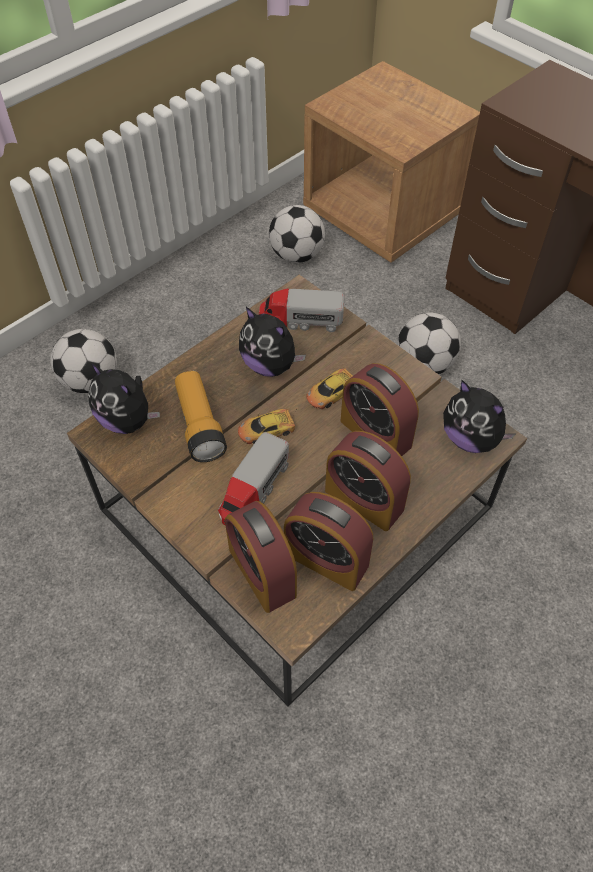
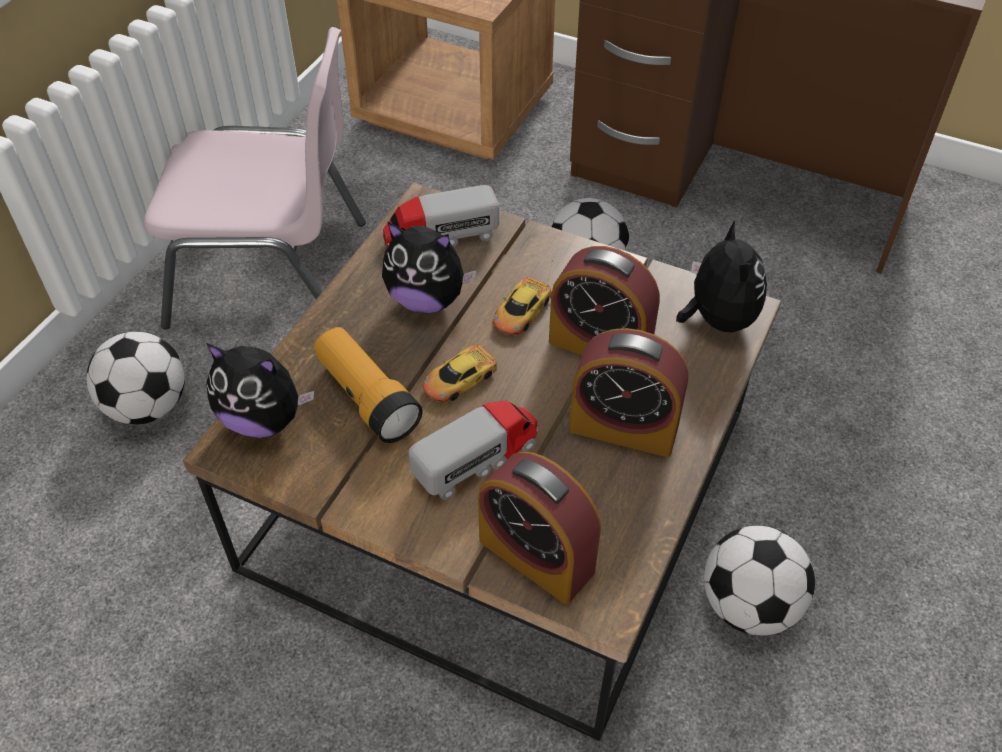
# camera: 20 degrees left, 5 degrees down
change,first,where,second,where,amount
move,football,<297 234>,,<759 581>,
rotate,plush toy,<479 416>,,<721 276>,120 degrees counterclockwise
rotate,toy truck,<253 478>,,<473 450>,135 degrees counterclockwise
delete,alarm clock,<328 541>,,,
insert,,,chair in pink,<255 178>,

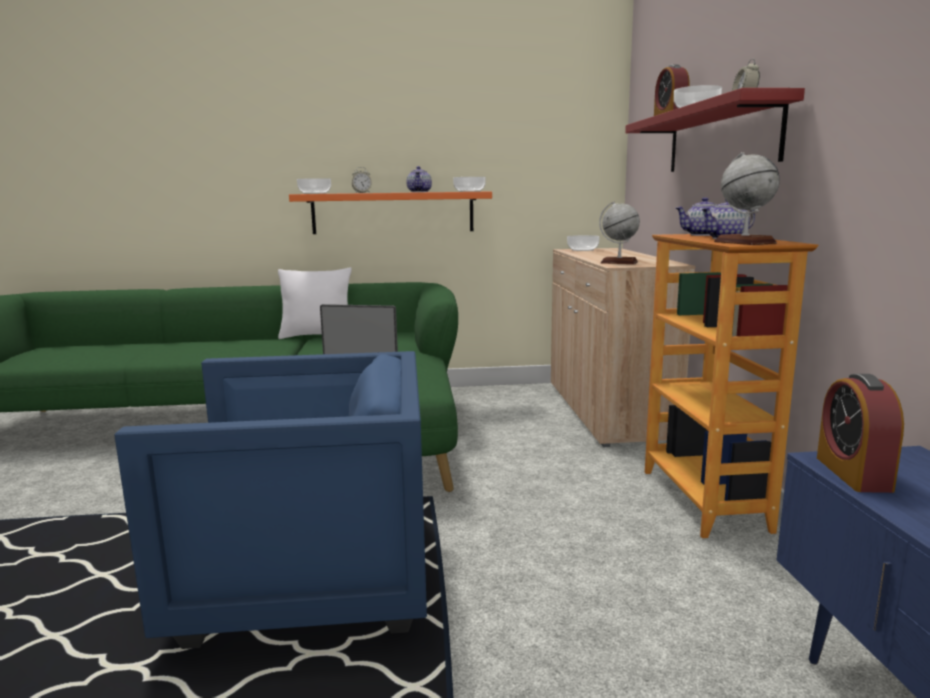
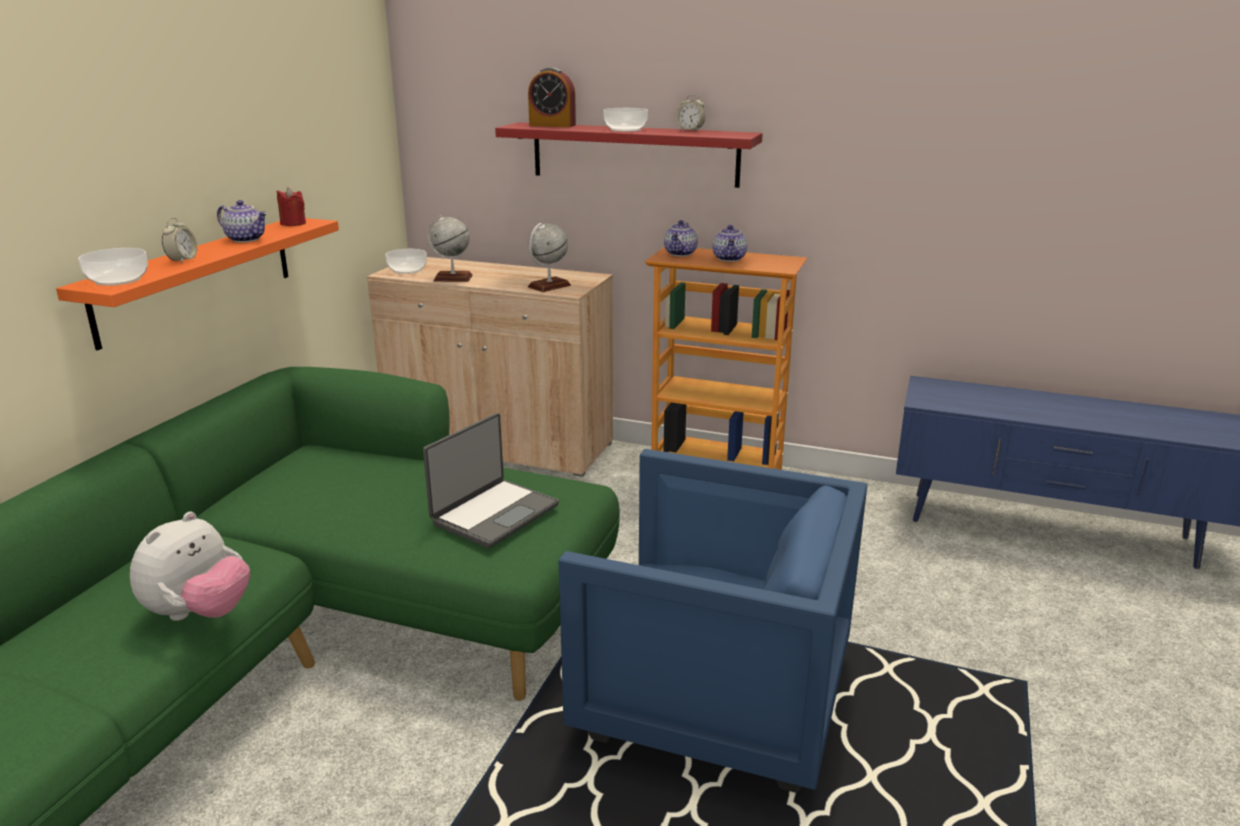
# camera: 65 degrees left, 10 degrees up
change,first,where,second,where,amount
move,globe,<747 198>,,<450 248>,
replace,bowl,<469 184>,candle in red,<291 206>,
delete,pillow in white,<315 303>,,,
rotate,armchair in blue,<270 500>,,<713 621>,90 degrees clockwise
delete,alarm clock,<860 433>,,,
insert,,,plush toy,<190 566>,

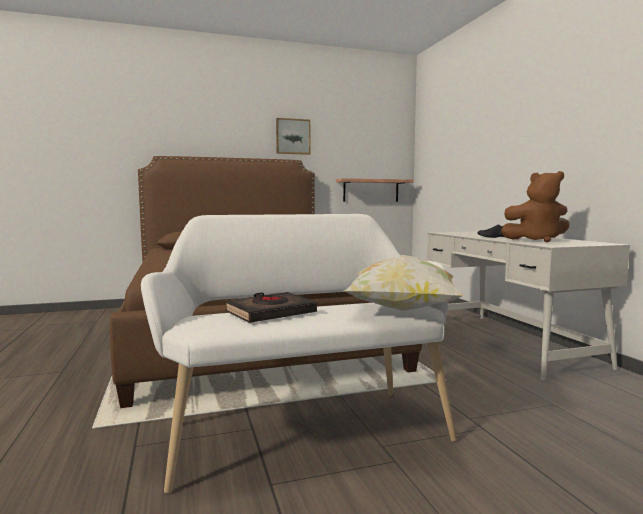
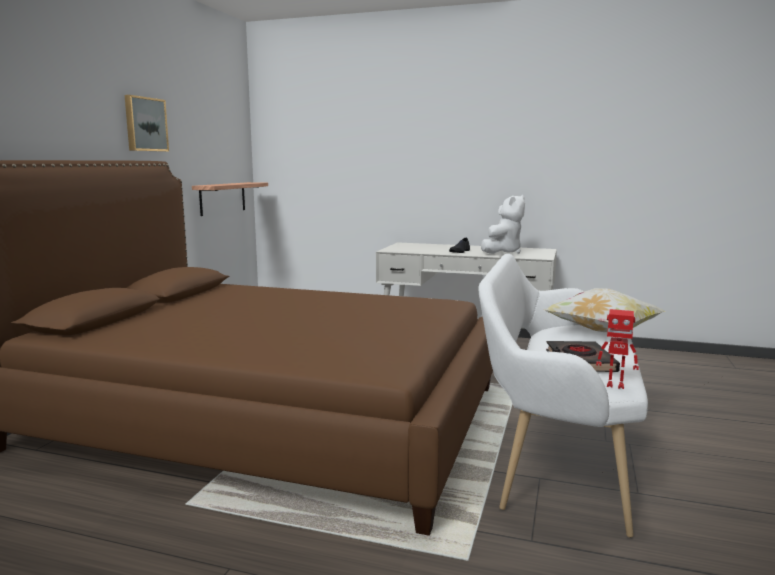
# camera: 55 degrees left, 5 degrees up
change,first,where,second,where,amount
recolor,plush toy in brown,<535 206>,plush toy in white,<503 224>,
insert,,,toy robot,<617 349>,

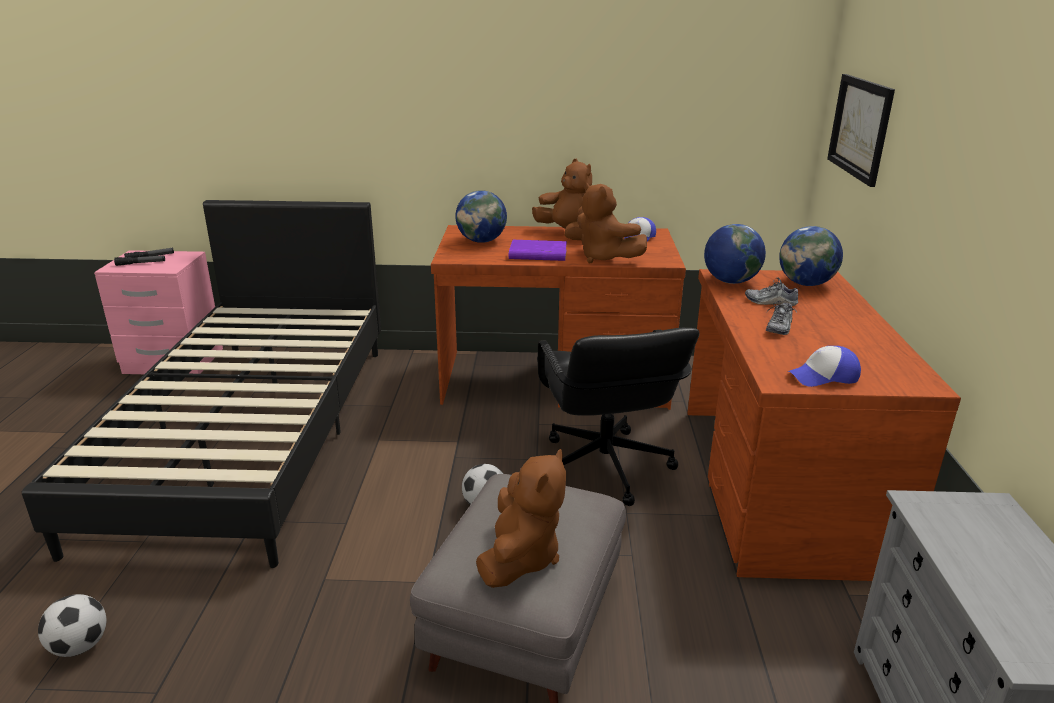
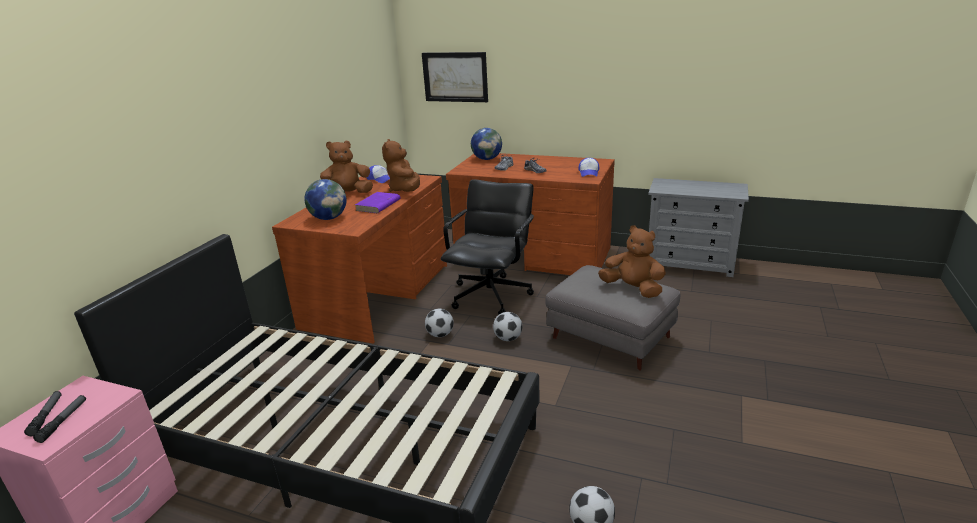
# camera: 70 degrees left, 0 degrees up
change,first,where,second,where,amount
rotate,plush toy in brown,<612 223>,,<401 165>,105 degrees clockwise
delete,globe,<735 254>,,,
rotate,office chair in black,<618 417>,,<487 247>,75 degrees counterclockwise
insert,,,football,<439 323>,

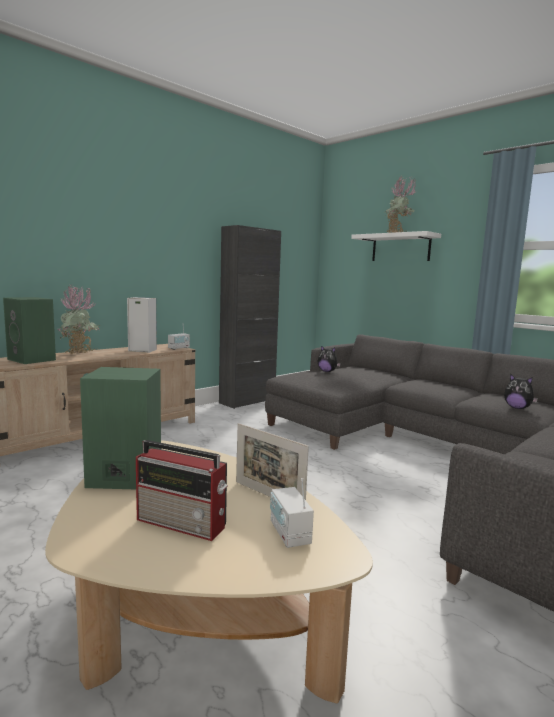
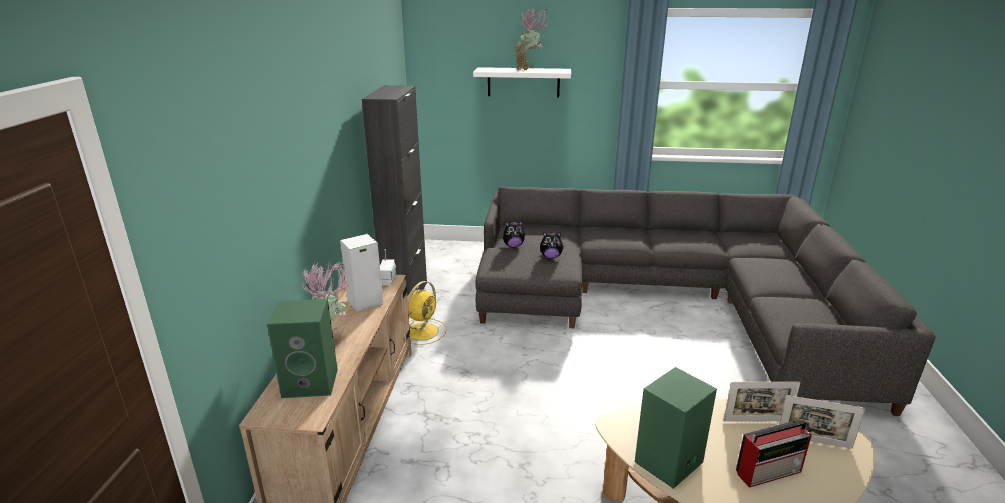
# camera: 40 degrees left, 15 degrees up
change,first,where,second,where,amount
move,plush toy,<521 391>,,<552 245>,
replace,radio,<292 513>,picture frame,<822 422>,
insert,,,fan in yellow,<427 313>,

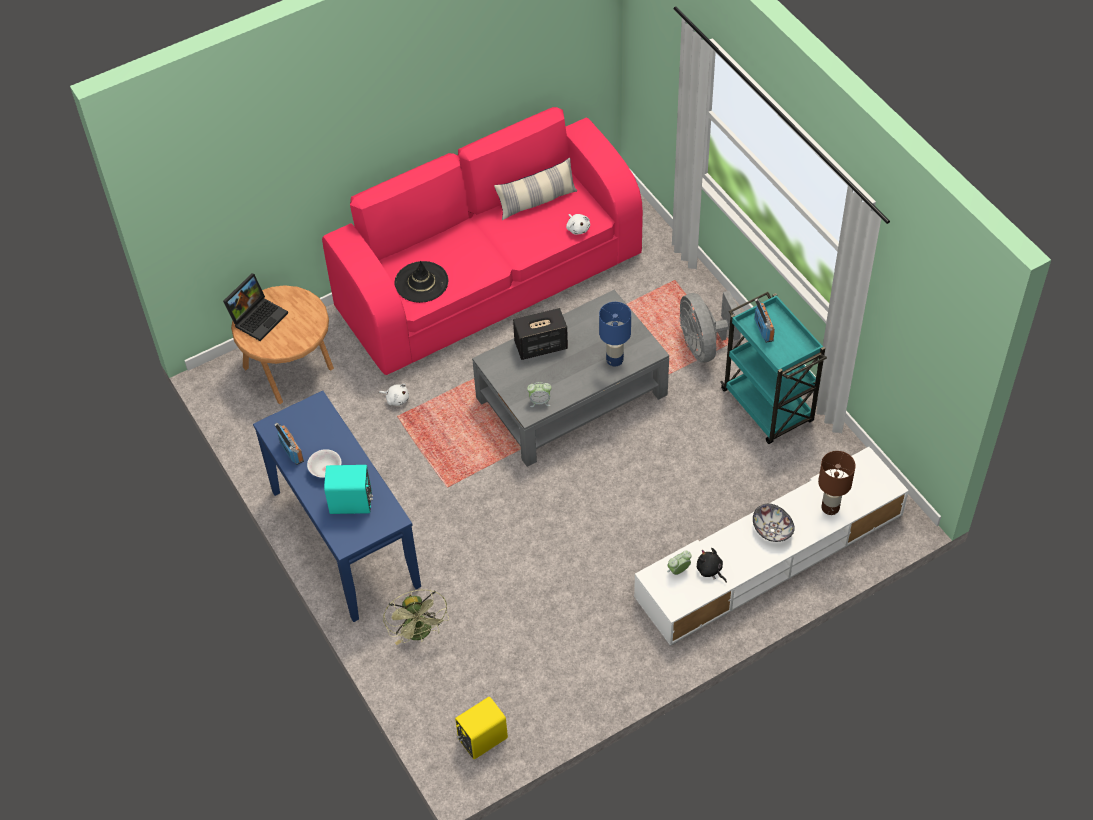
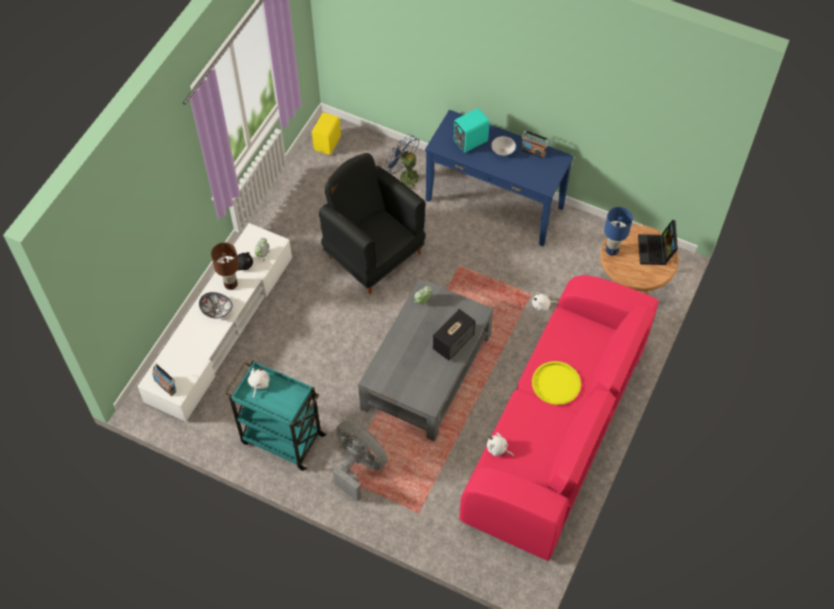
# camera: 145 degrees right, 5 degrees up
change,first,where,second,where,amount
delete,pillow,<535 189>,,,
delete,hat in black,<421 282>,,,
move,radio,<764 321>,,<164 380>,
move,table lamp in blue,<615 334>,,<618 231>,
move,table lamp in brown,<837 483>,,<225 266>,
recolor,fan in green,<416 617>,fan in blue,<402 162>,
insert,,,armchair in black,<372 223>,
insert,,,tray in yellow,<556 383>,
insert,,,plush toy in white,<259 382>,

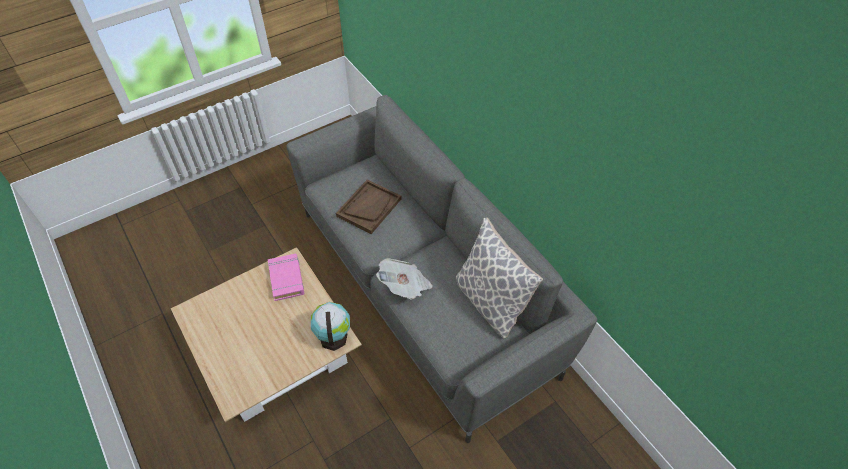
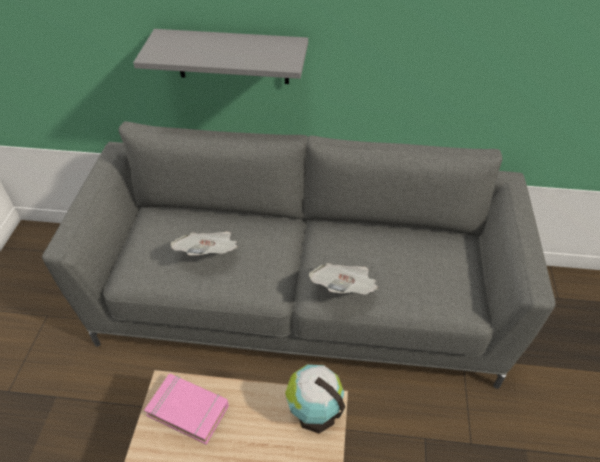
# camera: 50 degrees left, 5 degrees down
change,first,where,second,where,amount
replace,tray in brown,<369 207>,newspaper,<204 243>,
delete,pillow,<499 277>,,,
insert,,,shelf in grey,<220 56>,

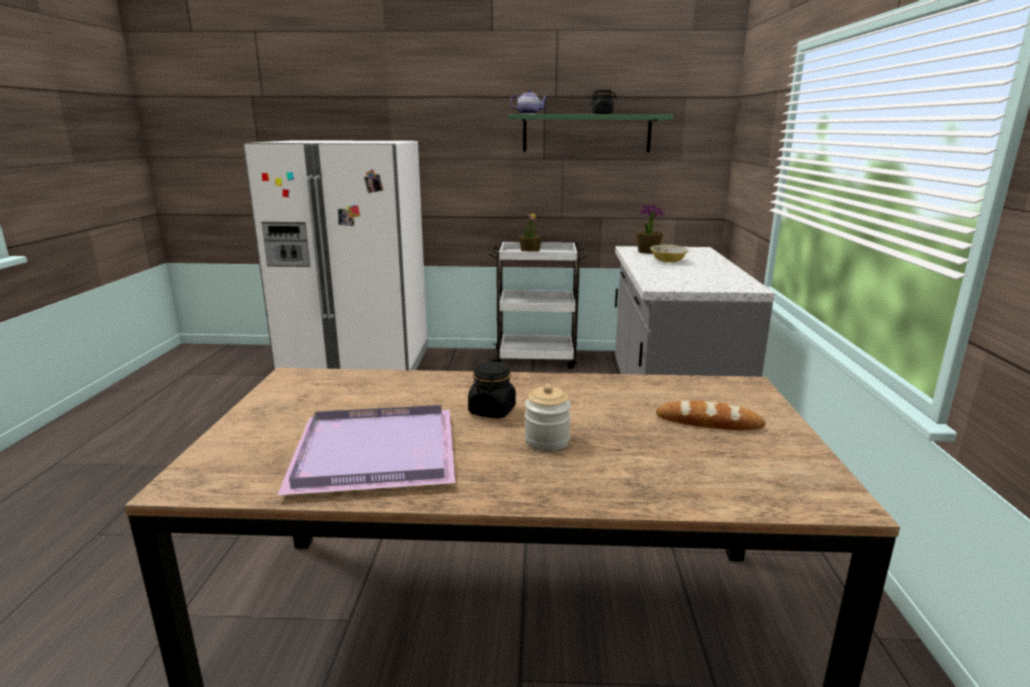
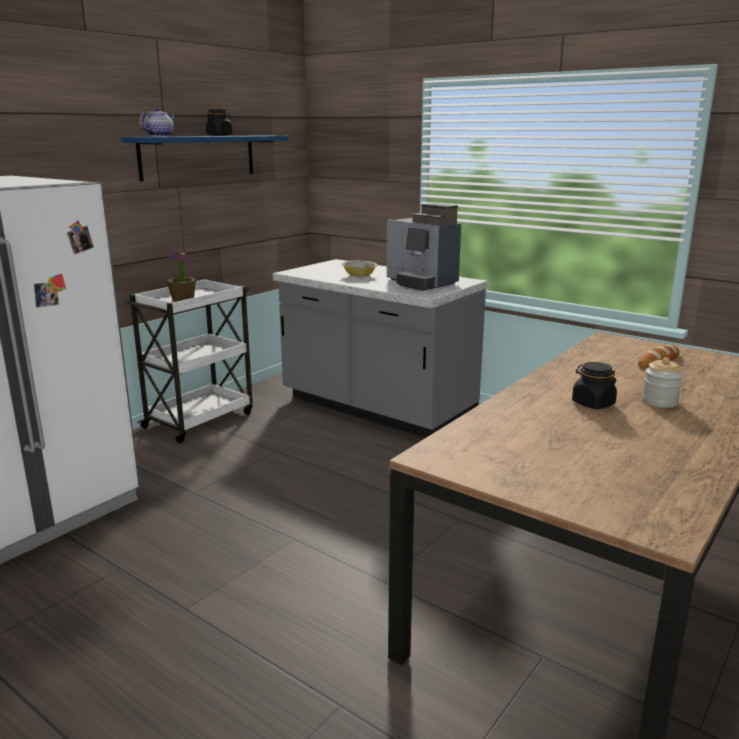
# camera: 55 degrees left, 0 degrees up
change,first,where,second,where,amount
recolor,shelf in green,<590 133>,shelf in blue,<205 159>,
delete,potted plant,<650 229>,,,
delete,tray in purple,<366 450>,,,
insert,,,coffee machine,<424 247>,

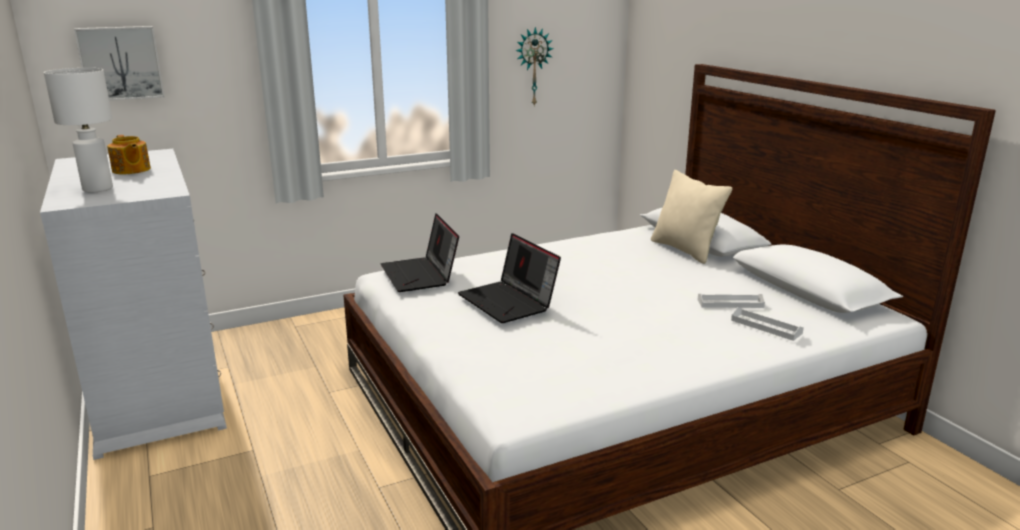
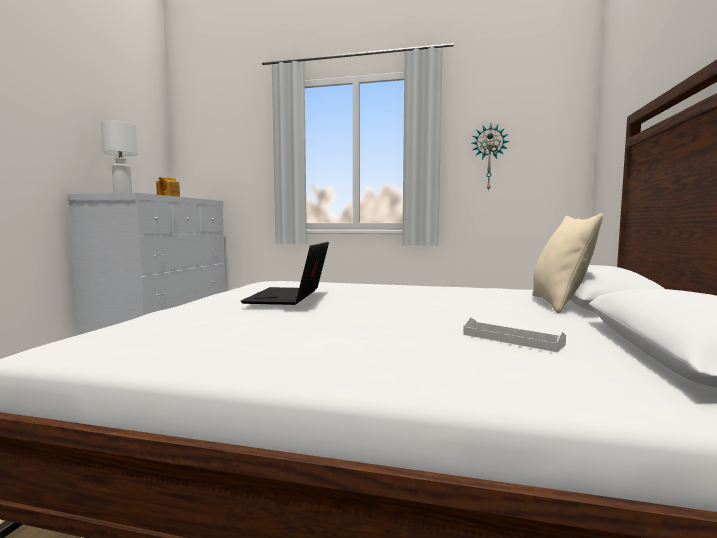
# camera: 40 degrees right, 15 degrees down
change,first,where,second,where,amount
delete,picture,<119 63>,,,
delete,laptop,<420 253>,,,
delete,tray in white,<767 324>,,,

